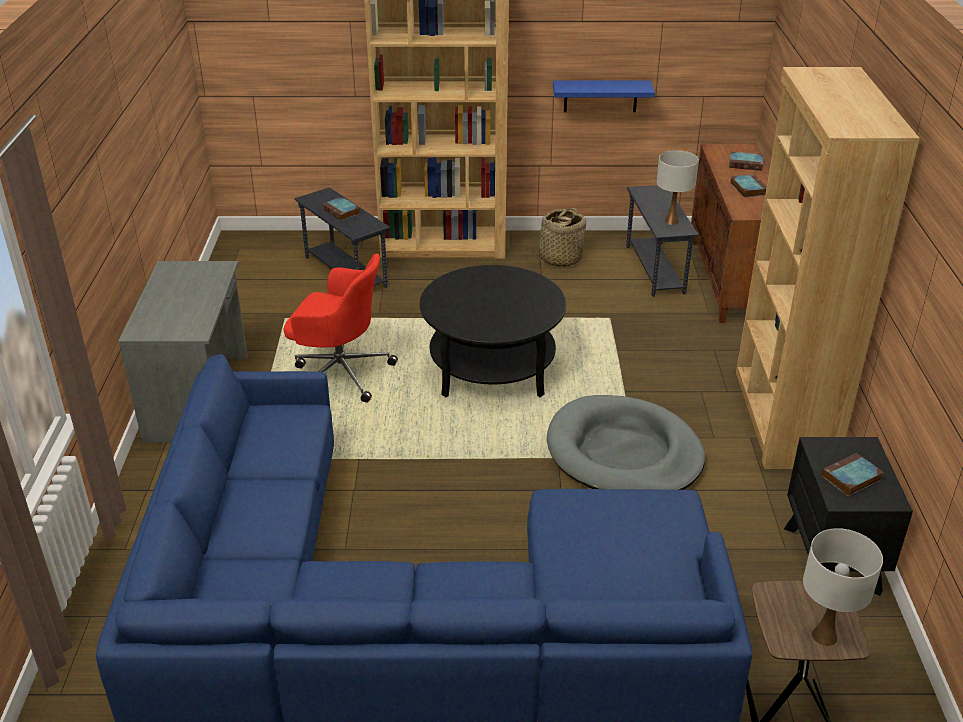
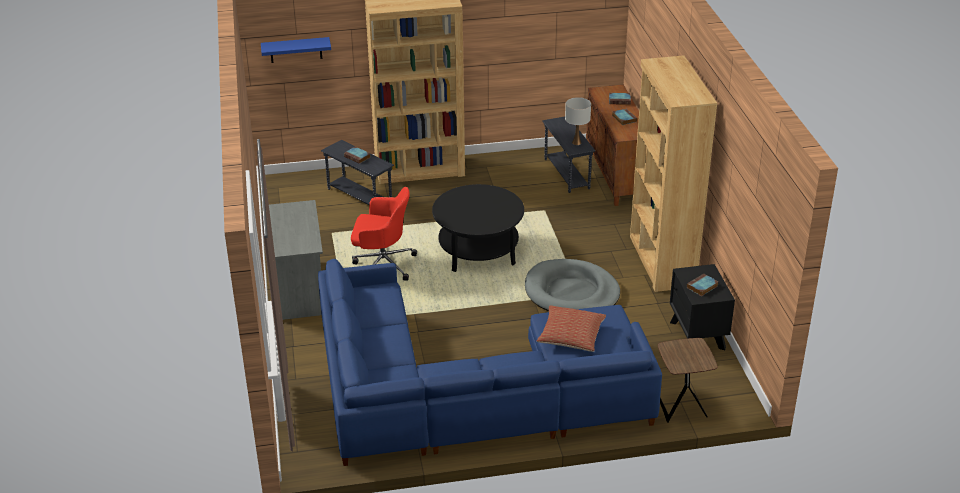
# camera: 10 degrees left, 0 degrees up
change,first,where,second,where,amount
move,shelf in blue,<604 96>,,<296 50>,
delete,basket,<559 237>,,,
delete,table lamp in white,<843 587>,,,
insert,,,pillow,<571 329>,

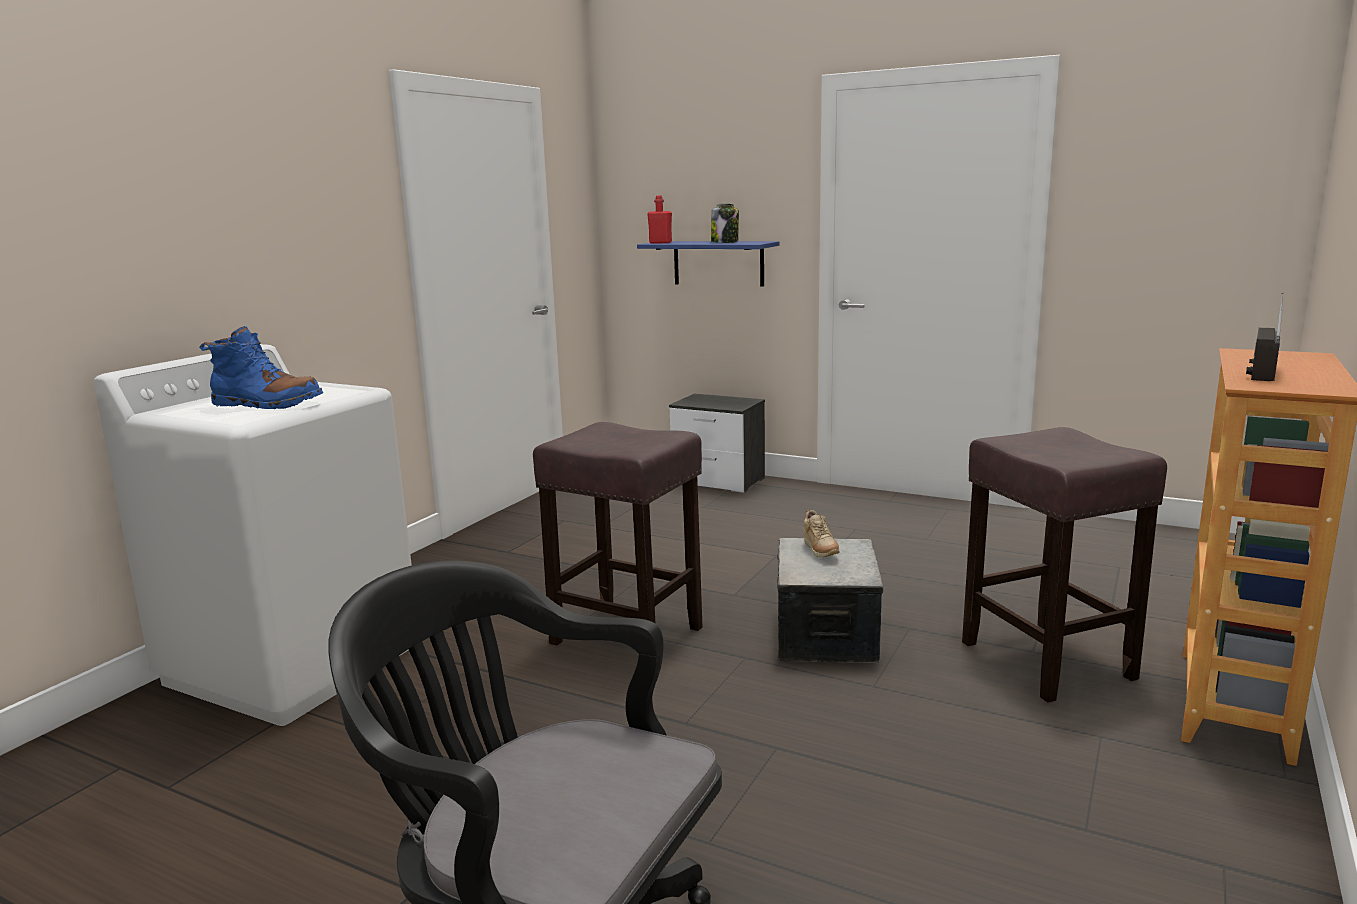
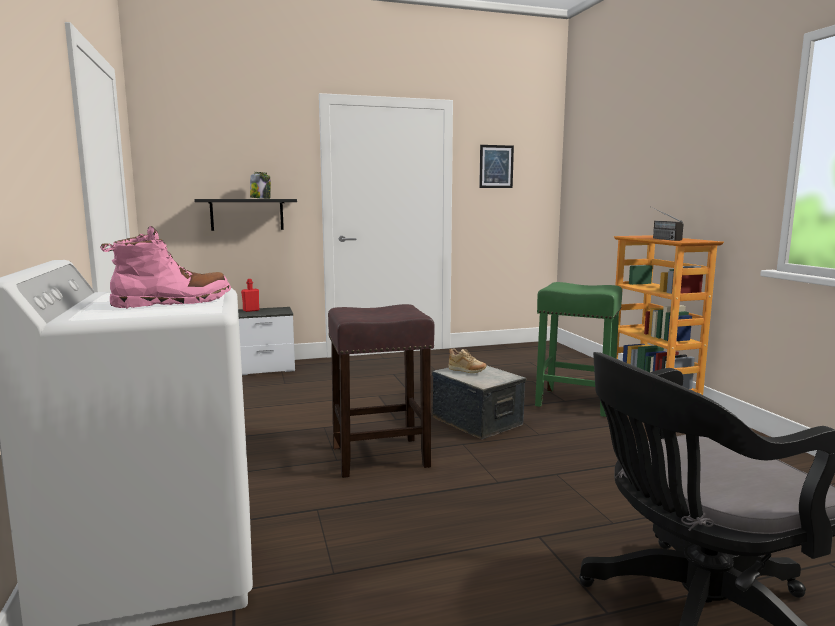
# camera: 45 degrees left, 5 degrees down
change,first,where,second,where,amount
move,bottle in red,<659 220>,,<250 295>,
recolor,shelf in blue,<708 264>,shelf in black,<245 215>,
recolor,boot in blue,<261 367>,boot in pink,<165 267>,
recolor,stool in brown,<1064 565>,stool in green,<578 349>,
insert,,,picture,<496 166>,

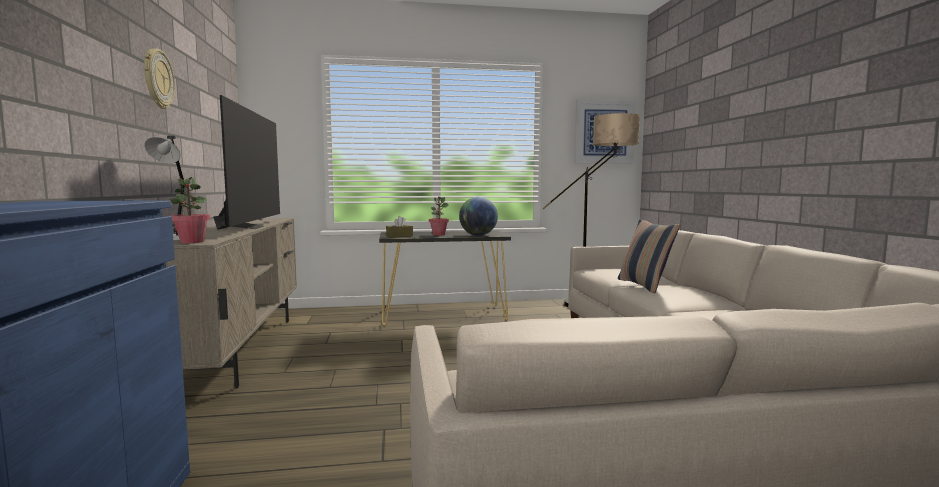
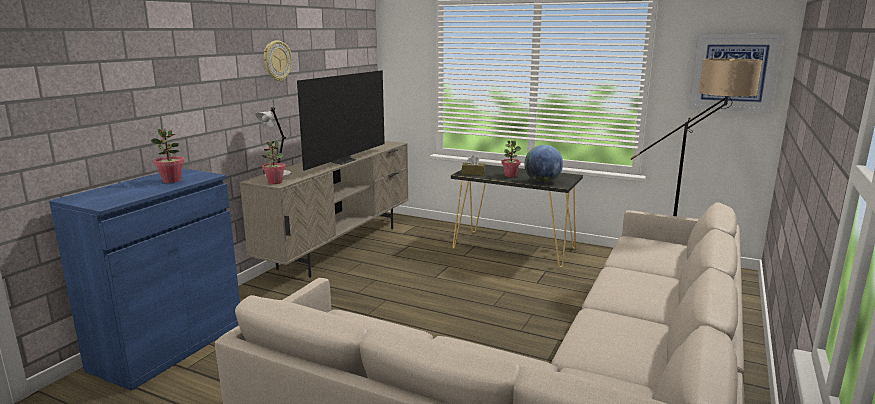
# camera: 35 degrees right, 10 degrees up
change,first,where,second,where,amount
delete,pillow,<649 256>,,,
insert,,,potted plant,<167 155>,

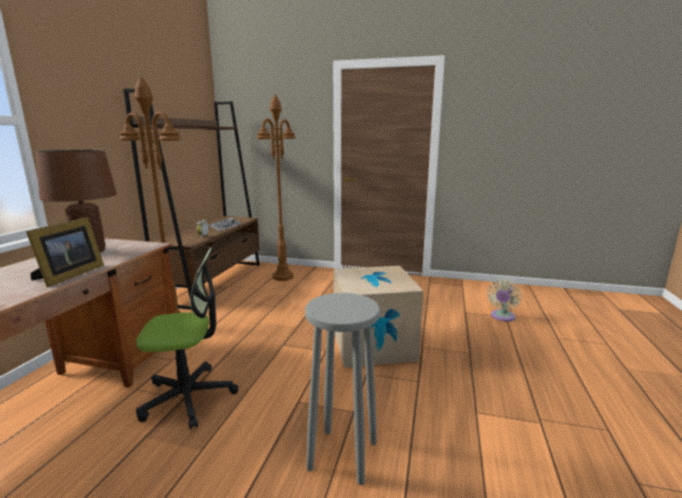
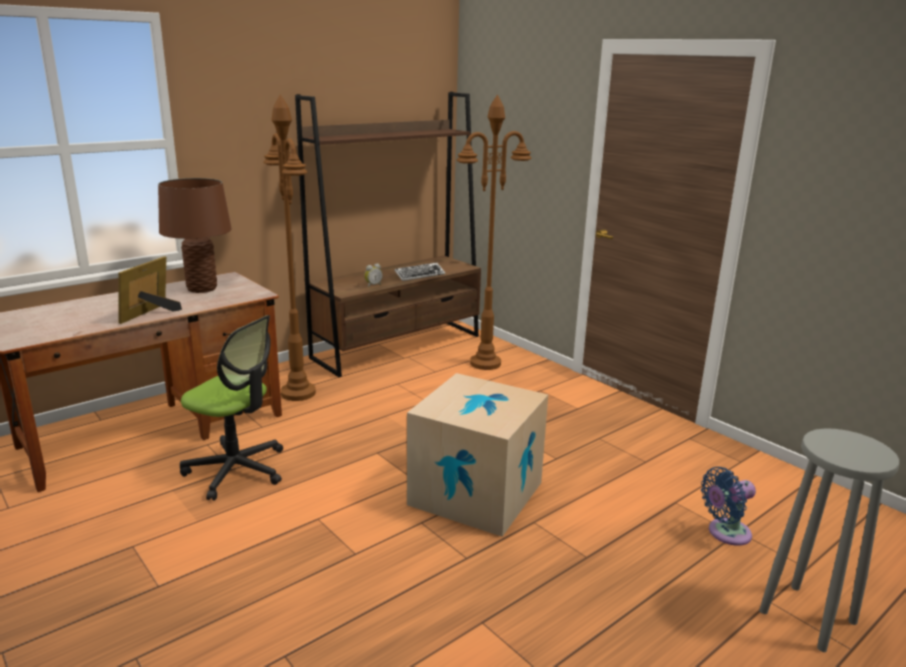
# camera: 35 degrees right, 5 degrees up
change,first,where,second,where,amount
rotate,picture frame,<65 252>,,<150 290>,150 degrees clockwise
recolor,fan in beige,<504 300>,fan in blue,<728 506>,
move,stool in grey,<342 389>,,<829 540>,

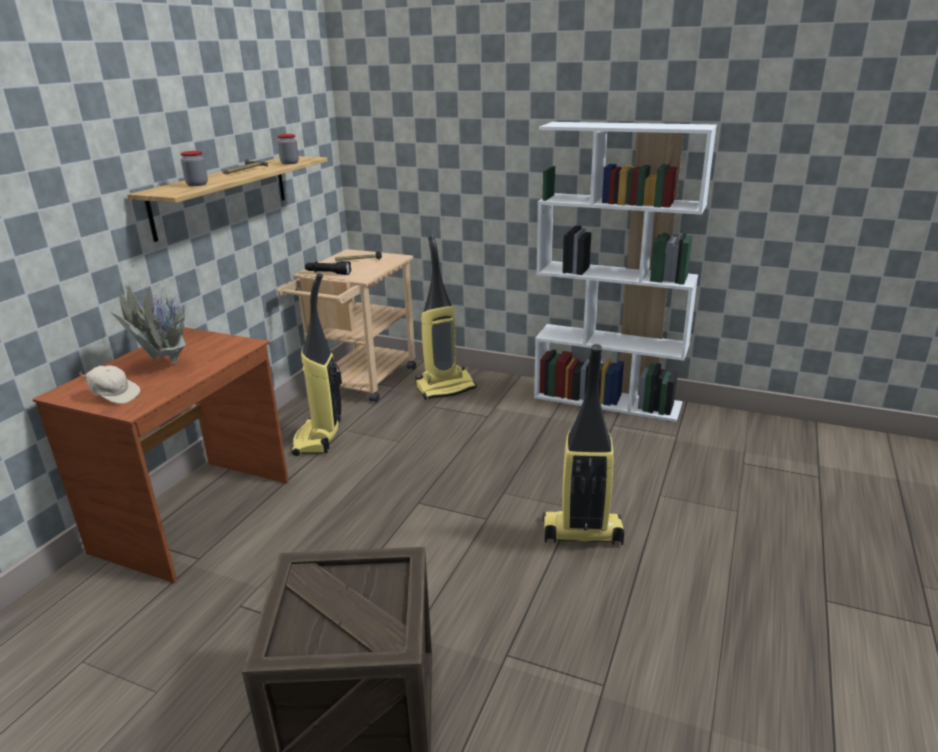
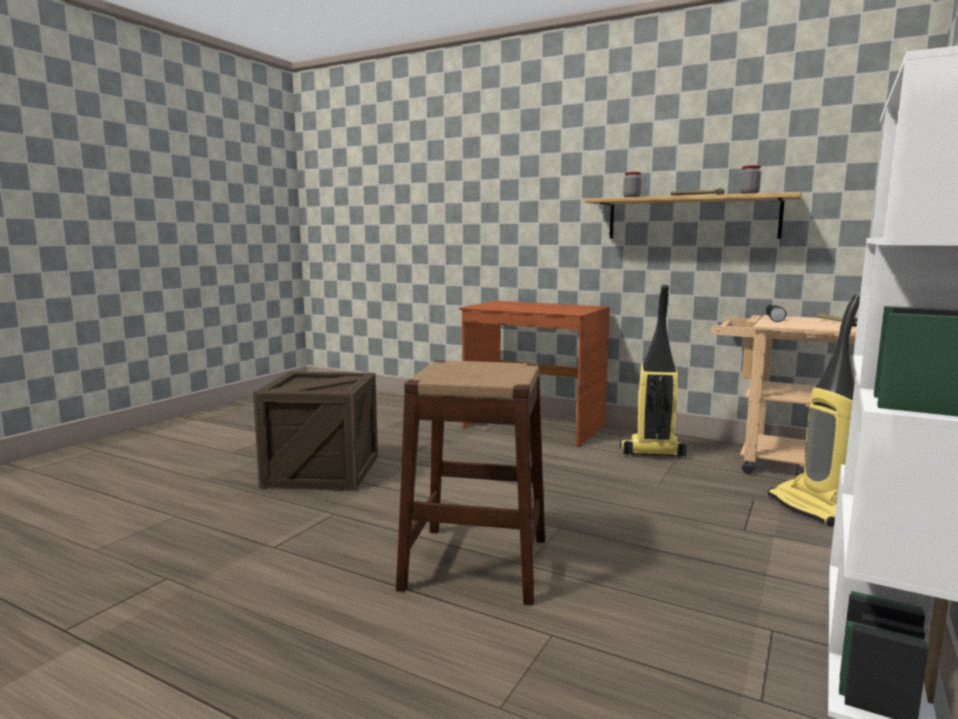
# camera: 95 degrees right, 15 degrees down
change,first,where,second,where,amount
delete,potted plant,<168 314>,,,
replace,vacuum cleaner,<584 444>,stool in brown,<470 483>,
delete,cap in beige,<109 384>,,,

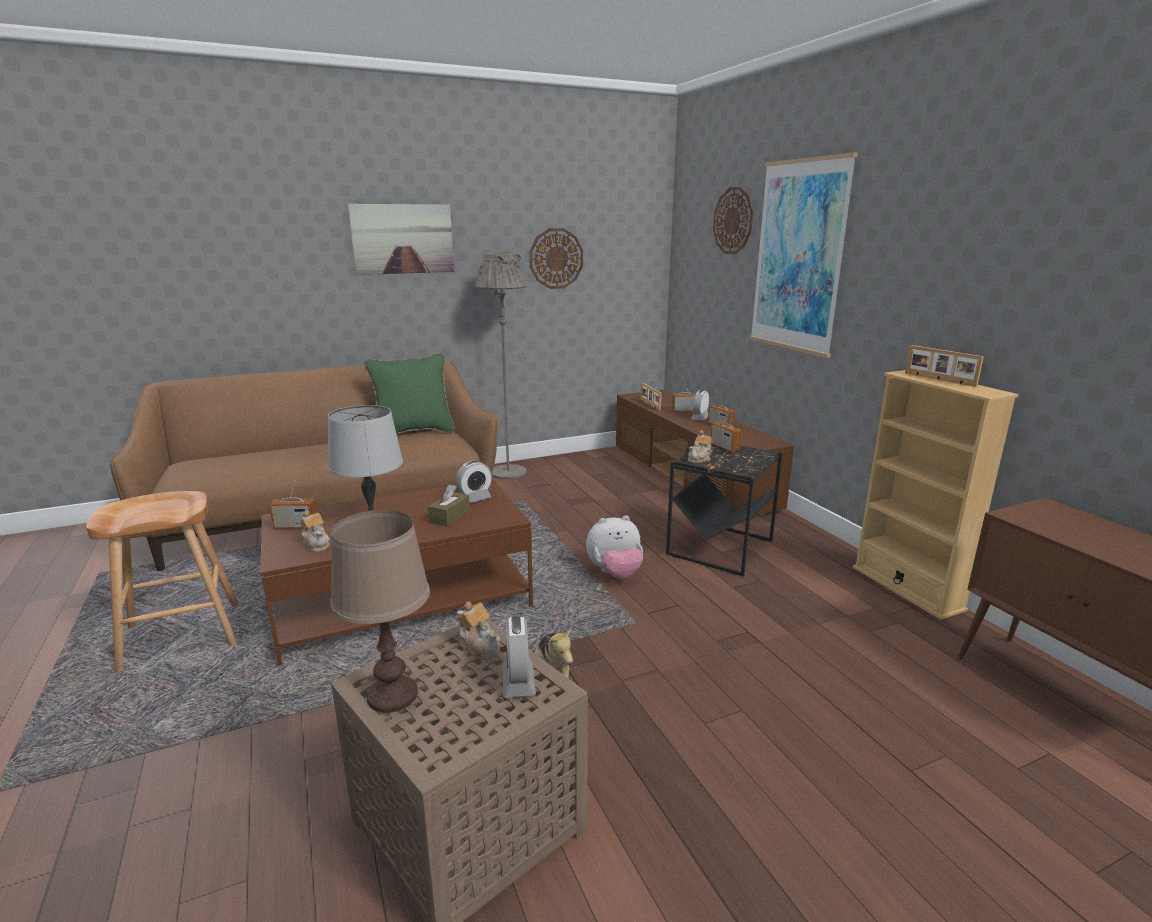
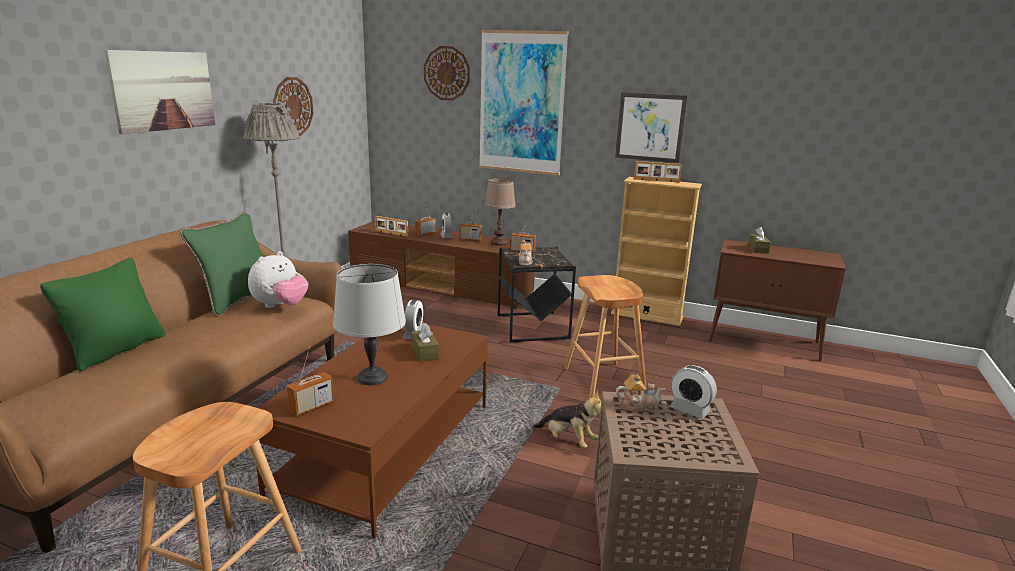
# camera: 45 degrees left, 0 degrees up
change,first,where,second,where,amount
delete,teapot,<315 531>,,,
move,table lamp in brown,<380 611>,,<500 212>,
move,plush toy,<614 547>,,<278 279>,
insert,,,picture,<651 127>,
insert,,,tissue box in brown,<759 240>,
insert,,,pillow in green,<102 315>,
insert,,,stool in brown,<605 337>,

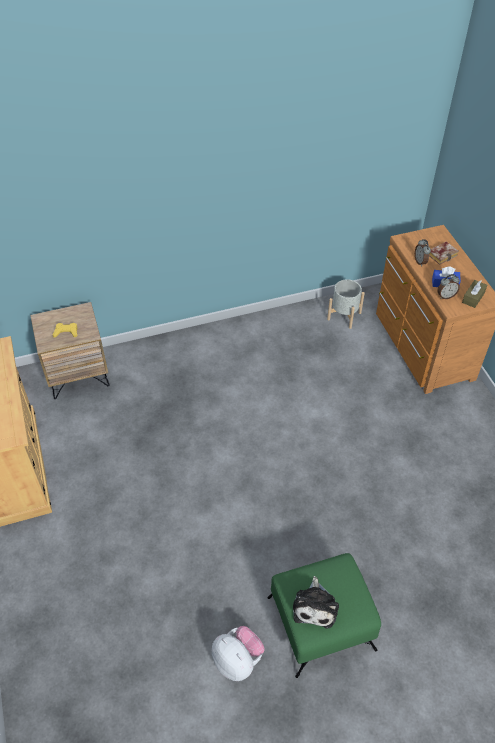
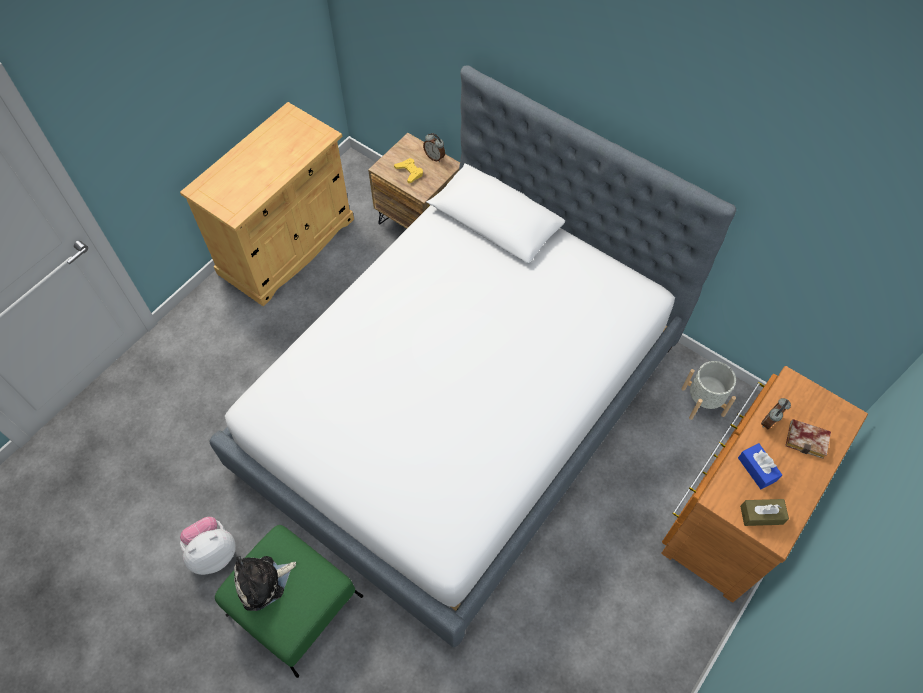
# camera: 55 degrees right, 10 degrees up
change,first,where,second,where,amount
move,alarm clock,<448 286>,,<434 147>,
rotate,plush toy,<238 653>,,<208 546>,135 degrees counterclockwise
insert,,,bed,<472 356>,

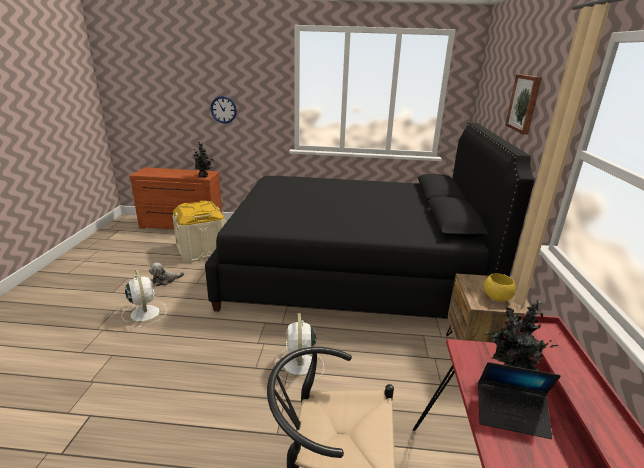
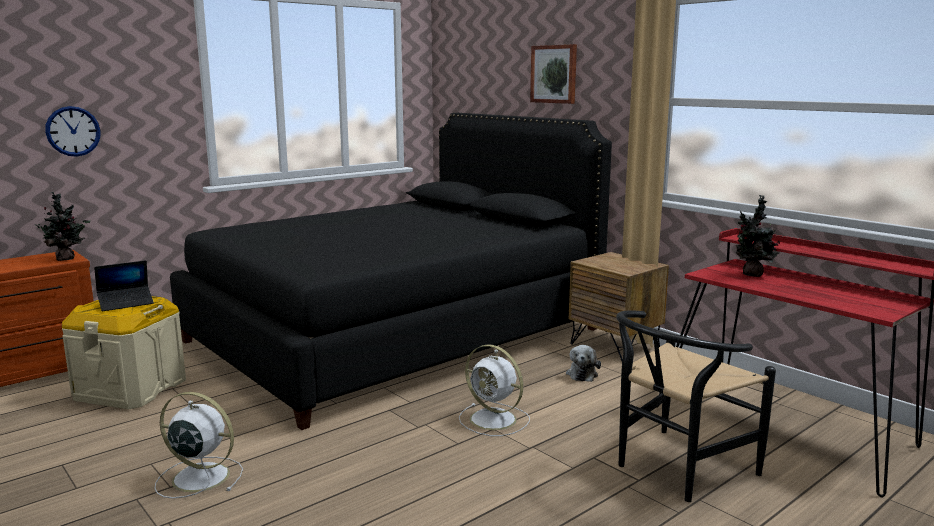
# camera: 45 degrees left, 10 degrees down
change,first,where,second,where,amount
move,plush toy,<166 274>,,<583 363>,
delete,bowl in yellow,<500 287>,,,
move,laptop,<519 400>,,<124 285>,

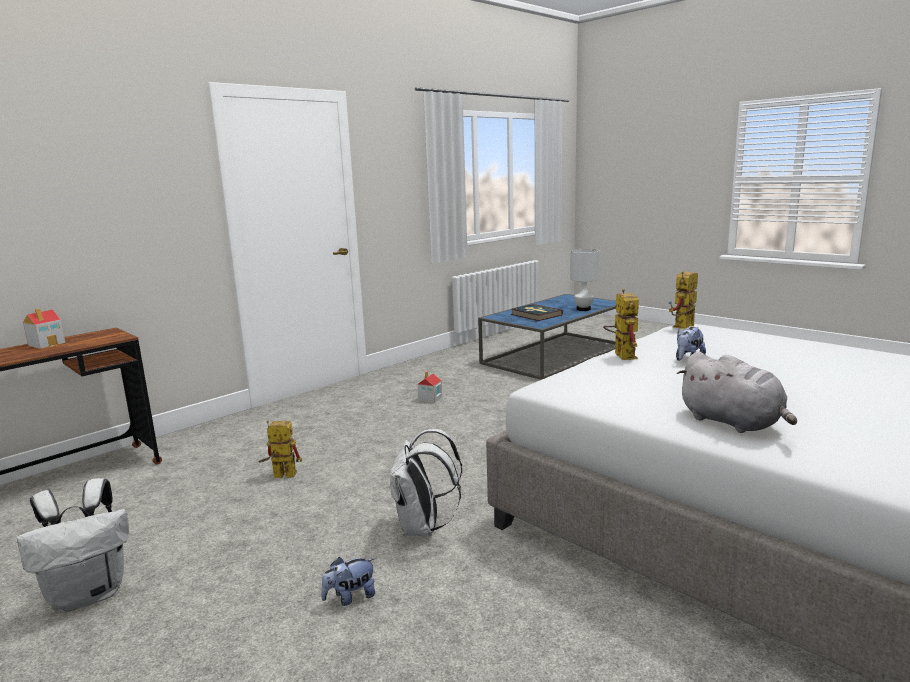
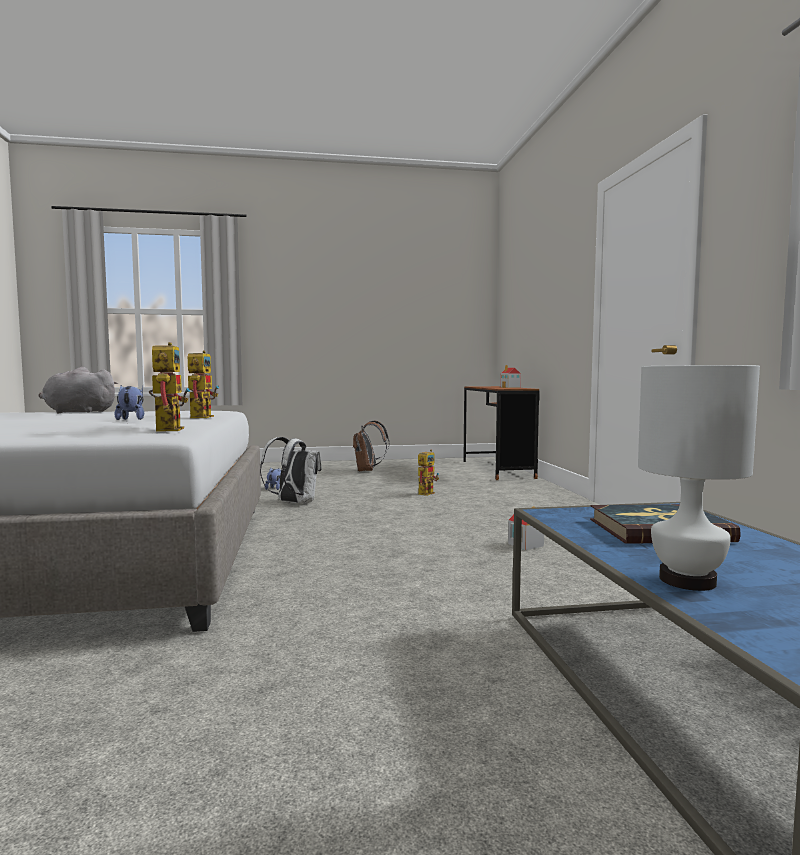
# camera: 125 degrees right, 10 degrees down
change,first,where,second,where,amount
rotate,toy robot,<621 324>,,<203 384>,120 degrees counterclockwise
recolor,backpack in white,<73 545>,backpack in brown,<370 446>,

